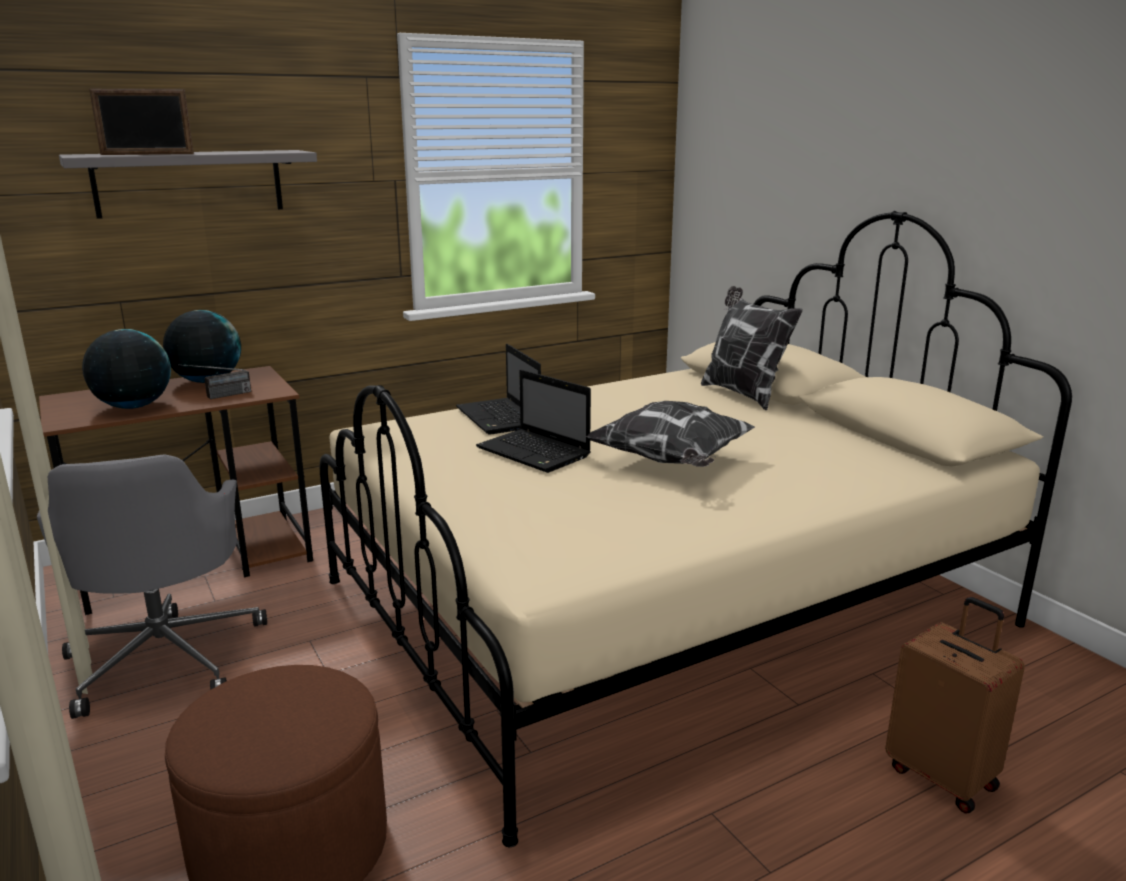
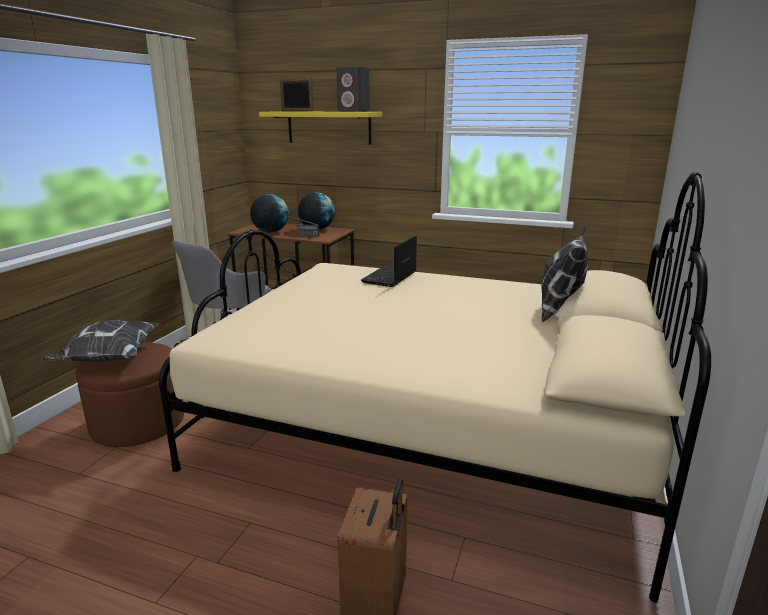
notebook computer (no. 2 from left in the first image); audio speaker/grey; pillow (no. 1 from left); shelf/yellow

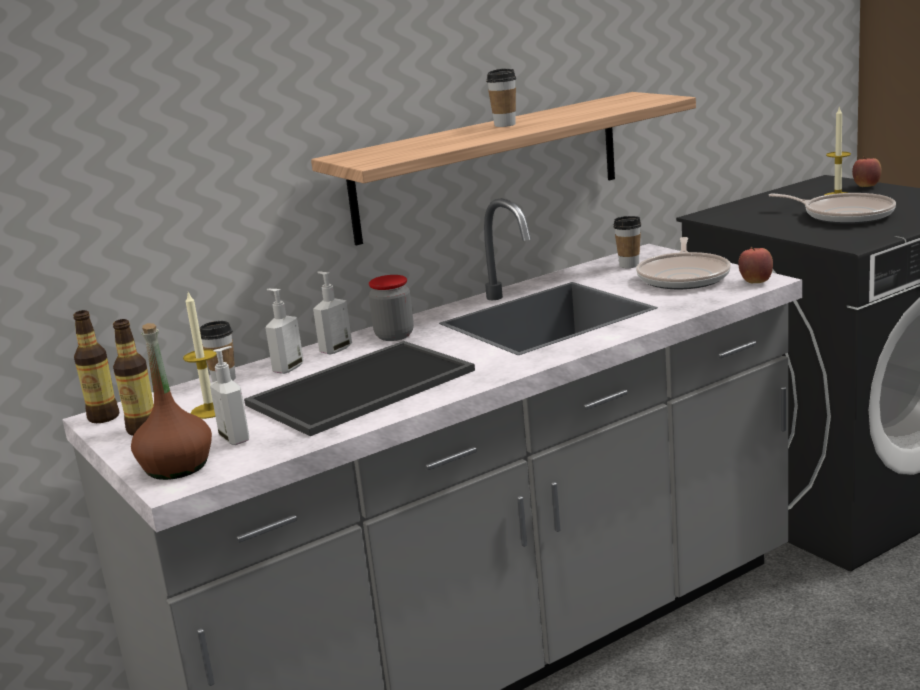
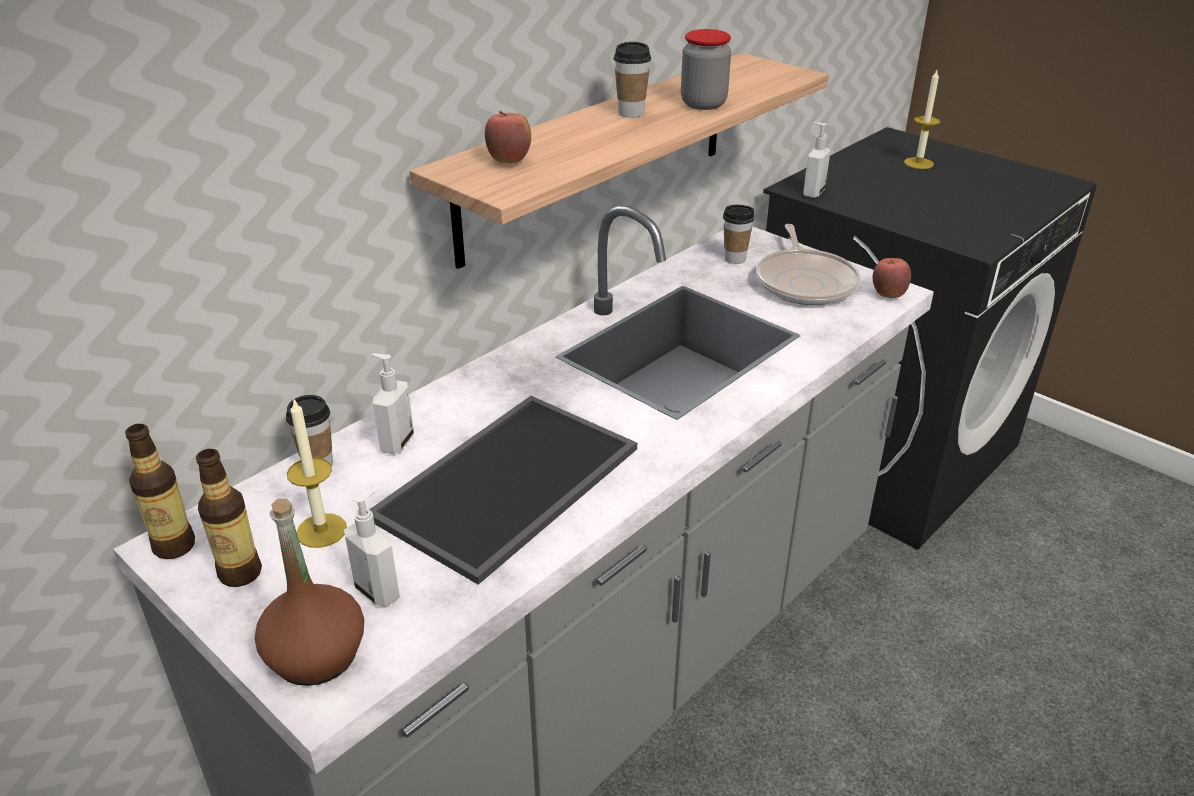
frying pan (no. 2 from left in the first image); liquid soap bottle (no. 3 from left); preserve jar; whole apple (no. 1 from left)

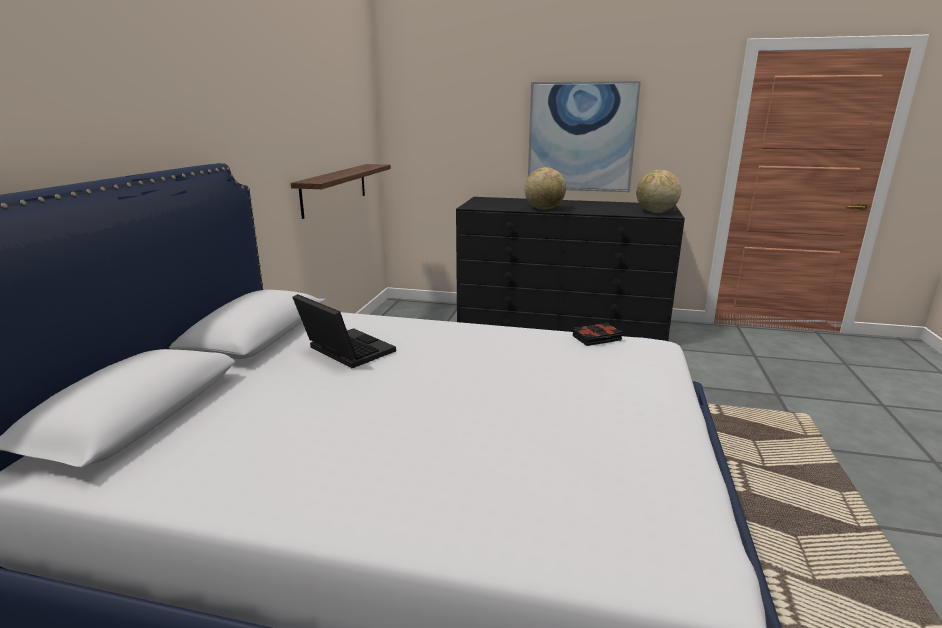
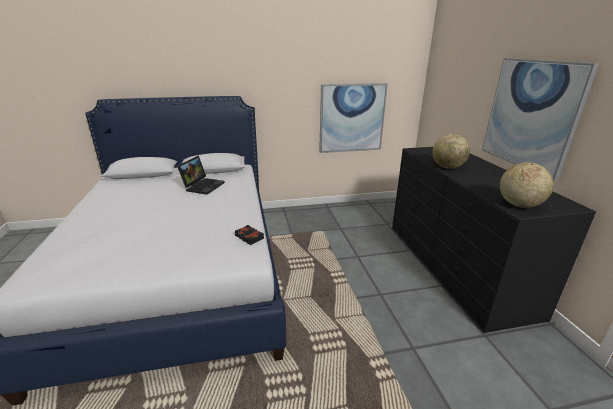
wall art (no. 1 from left)

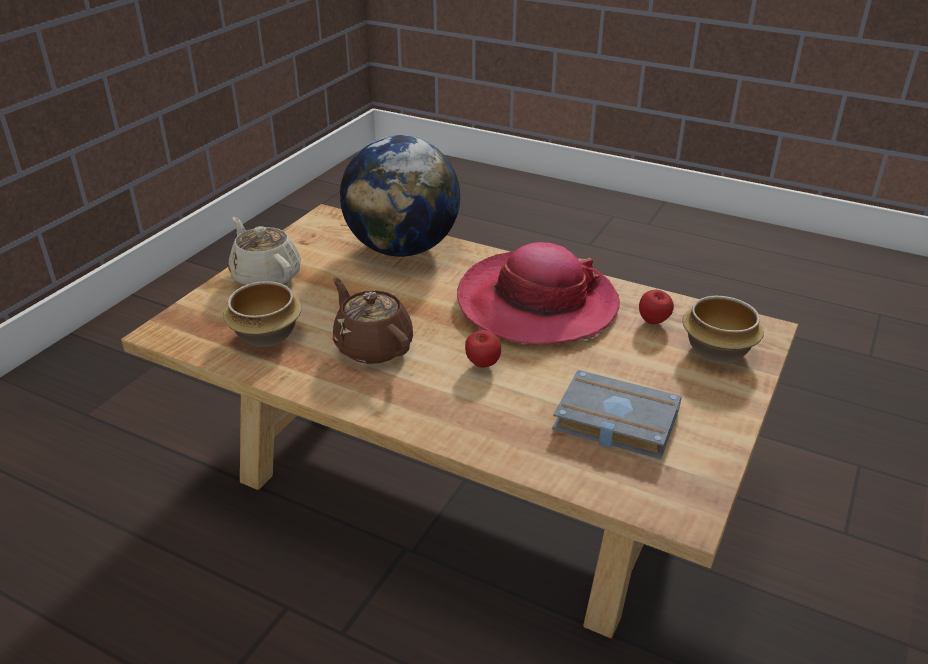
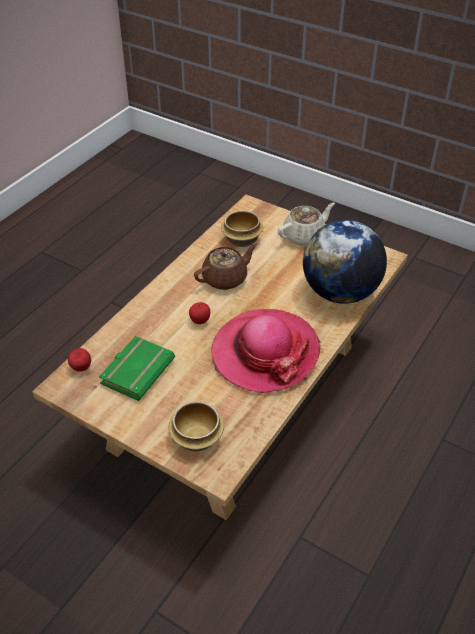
whole apple (no. 1 from left); volume/greenish

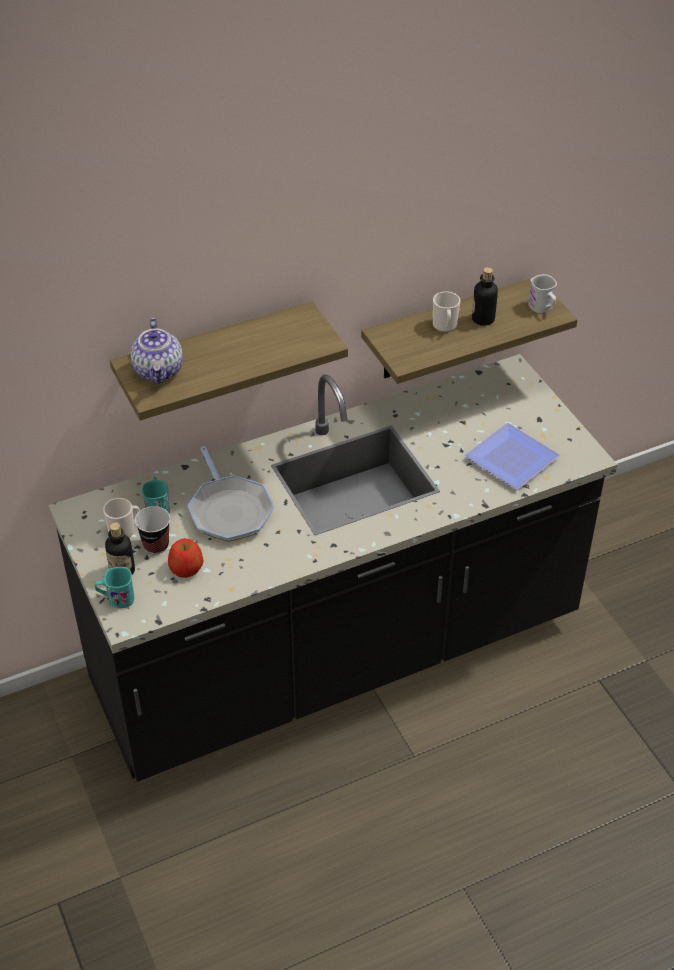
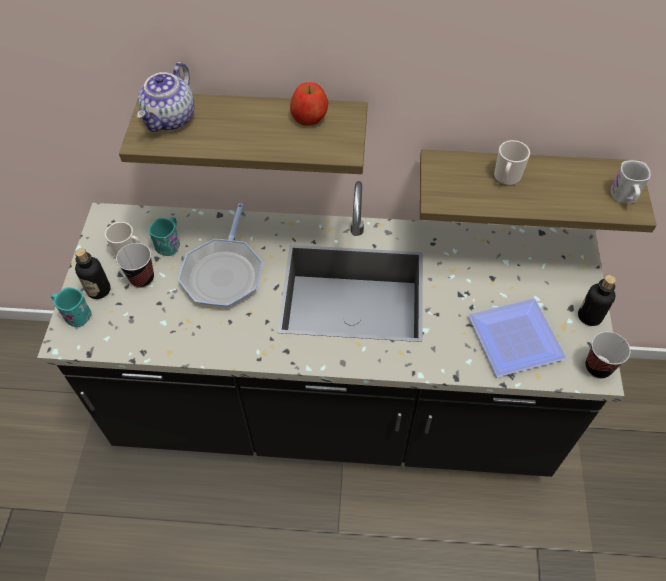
small cup (no. 2 from left); whole apple; bottle (no. 2 from left)

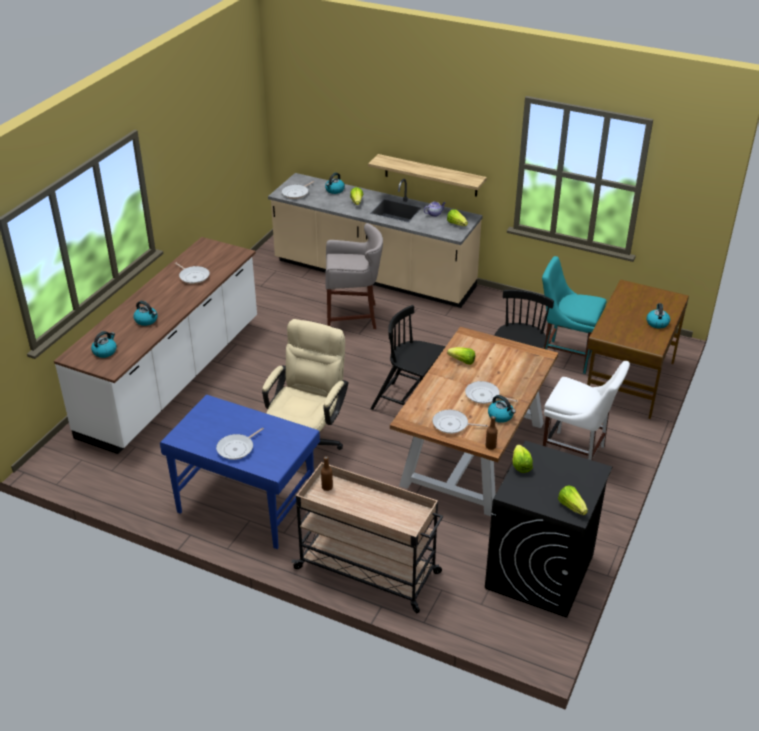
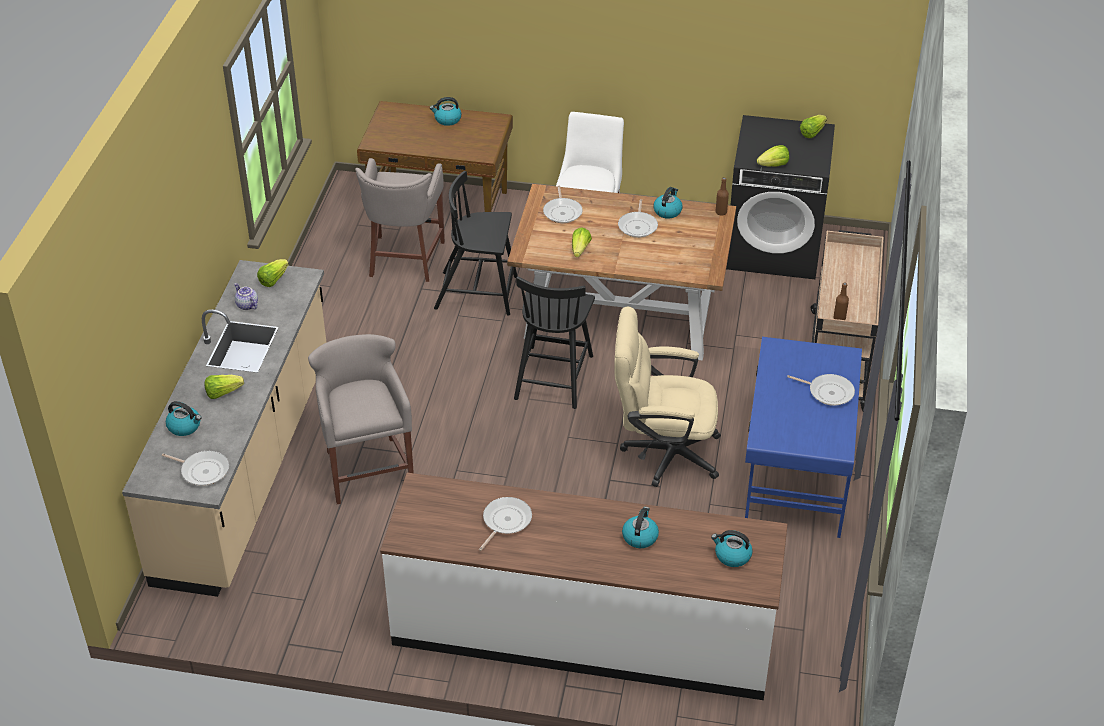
shelf; frying pan (no. 3 from left); stool seat/grey (no. 2 from left)

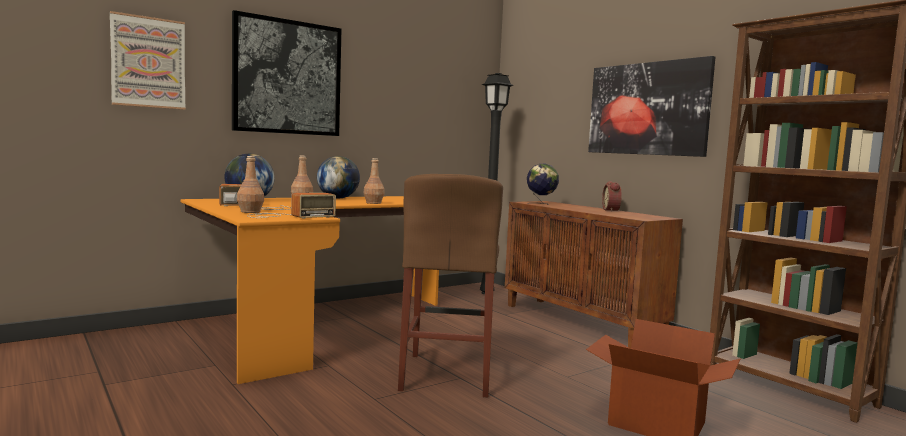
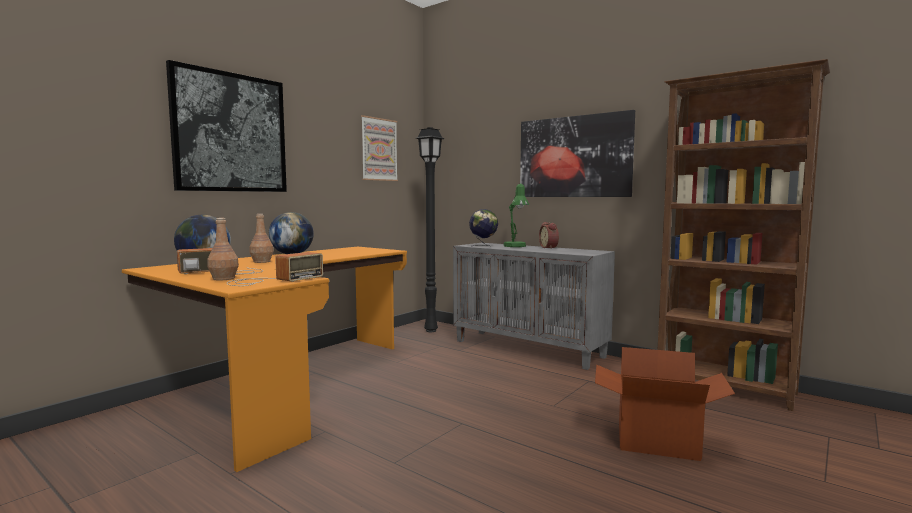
bottle/brownish (no. 3 from left in the first image); stool seat/brownish; lamp for a table/greenish; wall art (no. 2 from left); cabinet/grey

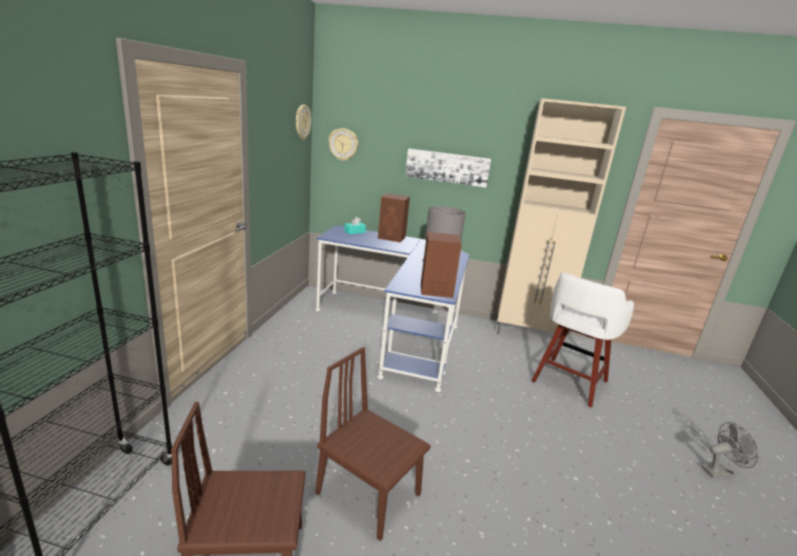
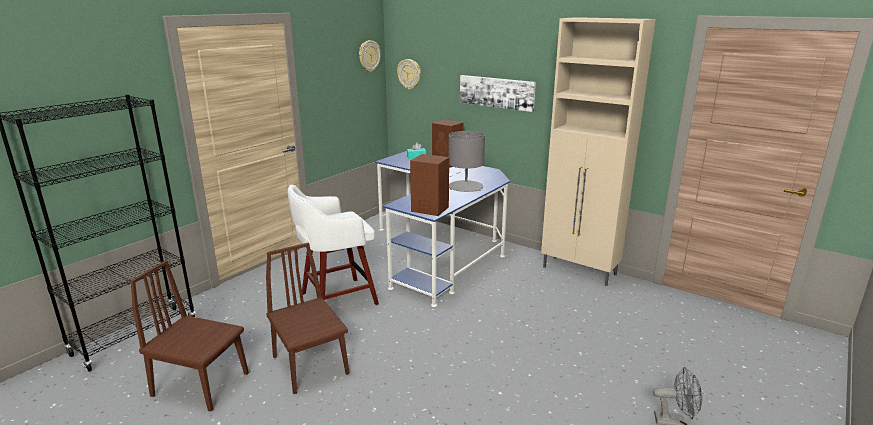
stool seat/white-coloured

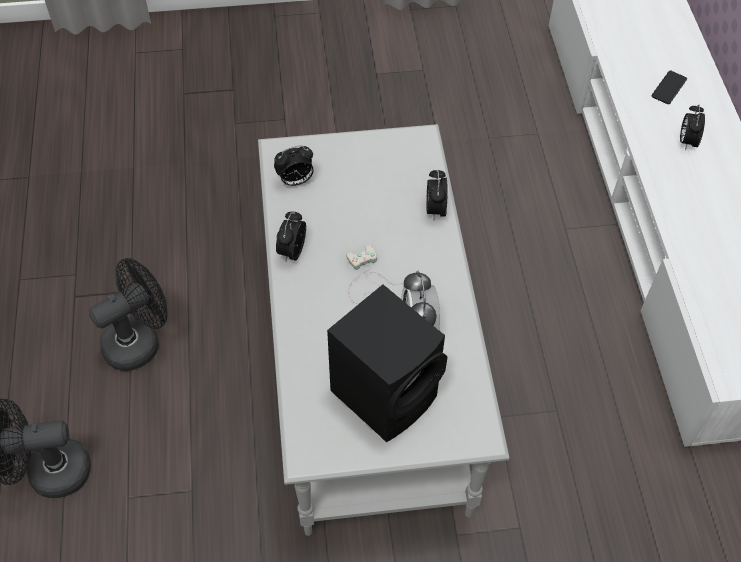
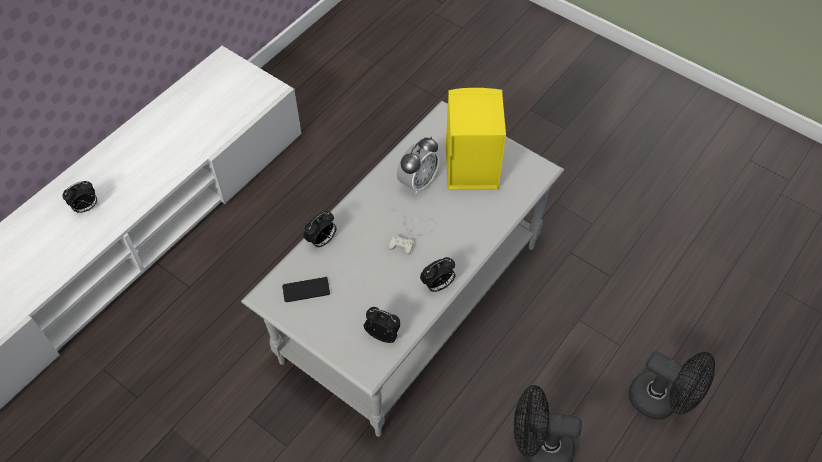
phone; audio speaker/yellow

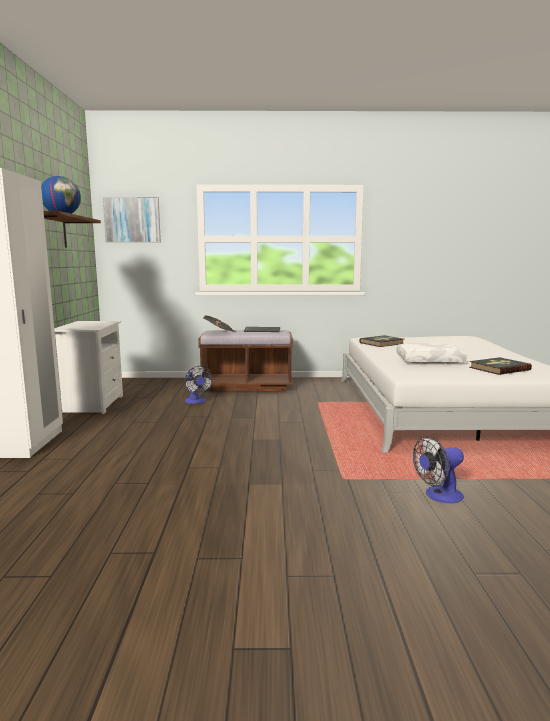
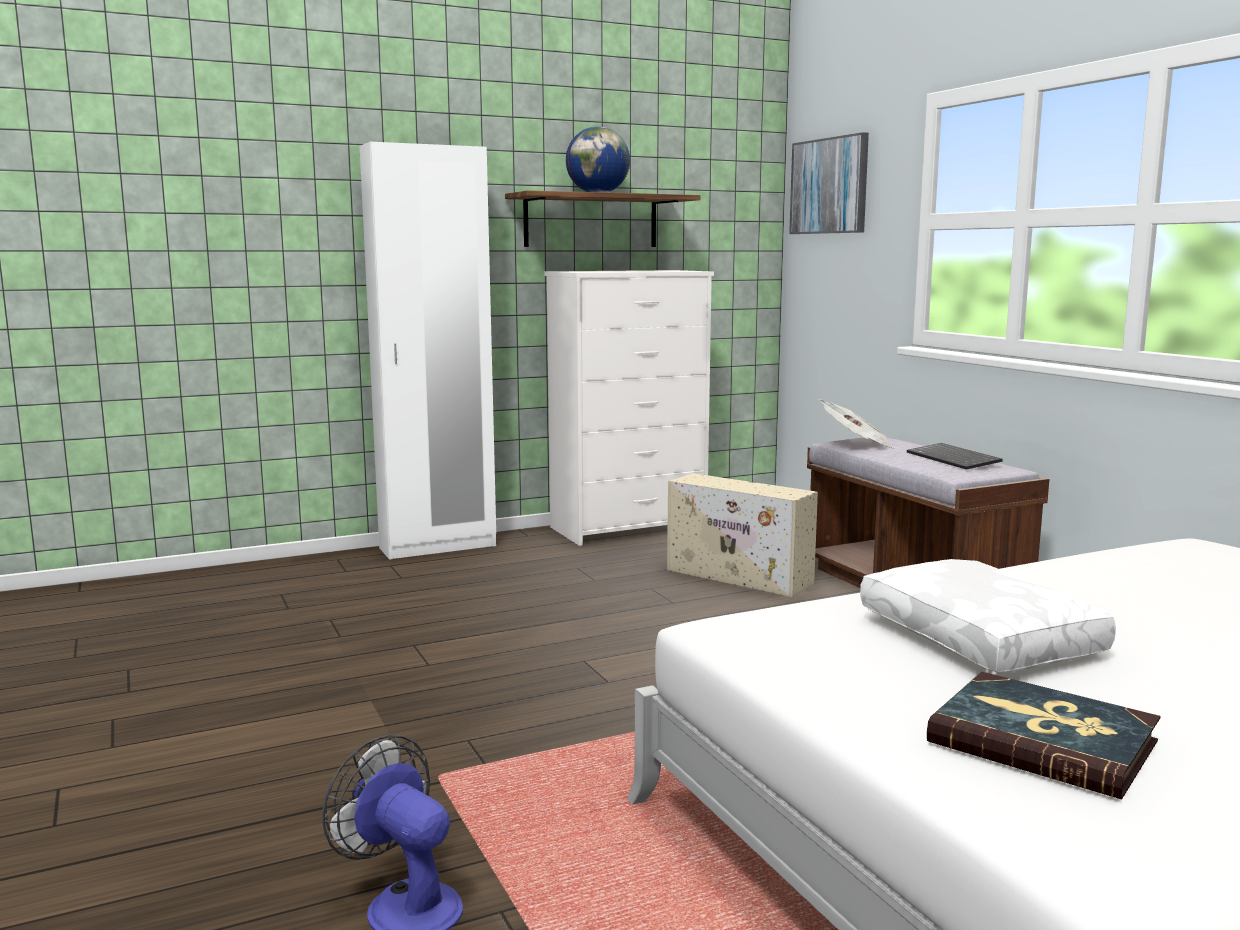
volume (no. 1 from left in the first image); drawer chest/white-coloured; storage box/beige

